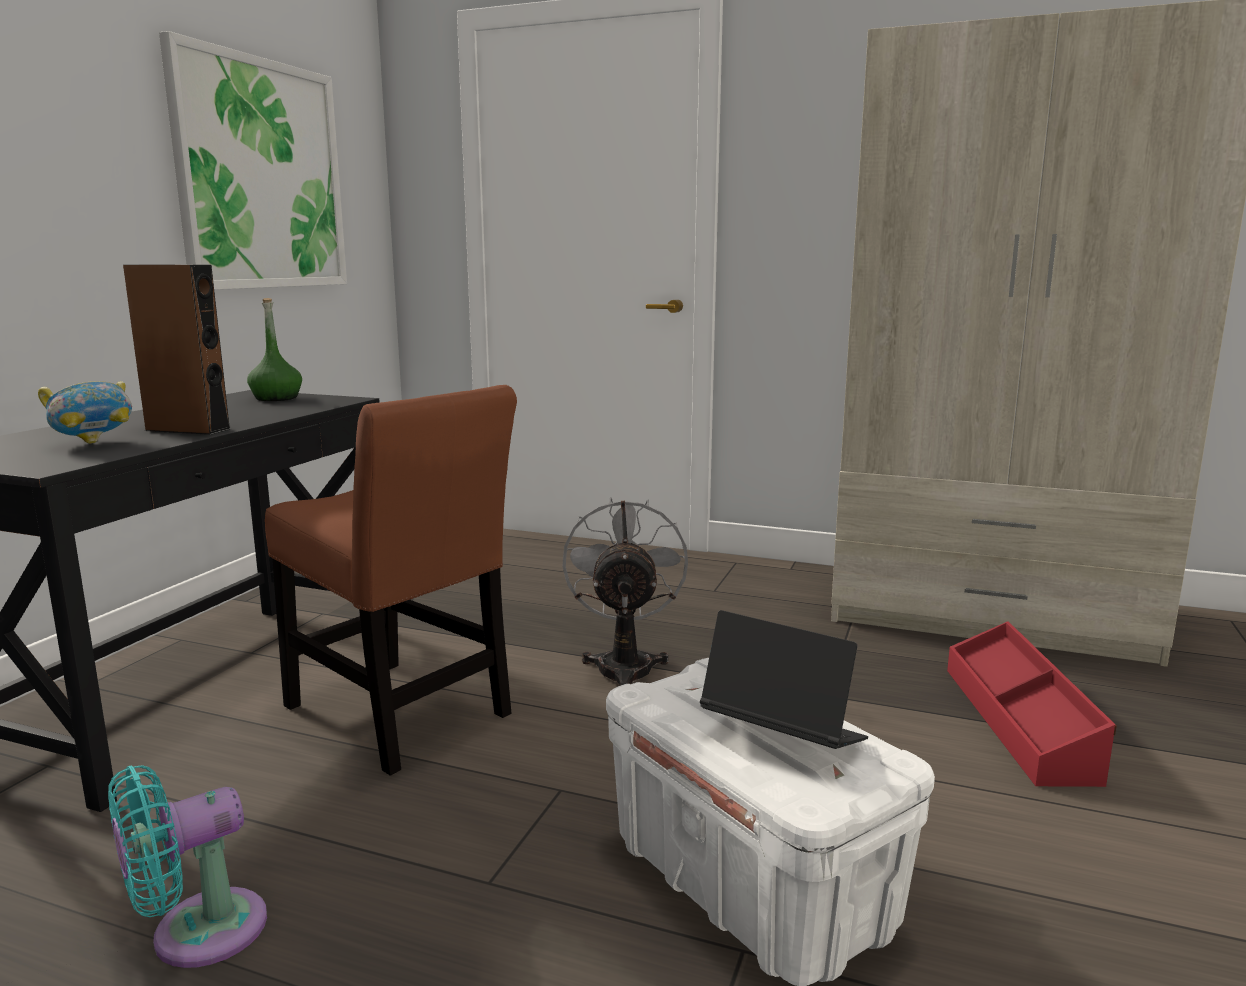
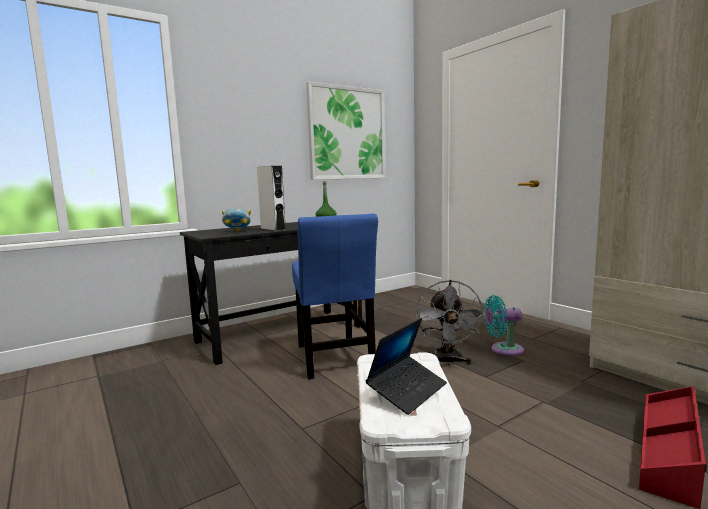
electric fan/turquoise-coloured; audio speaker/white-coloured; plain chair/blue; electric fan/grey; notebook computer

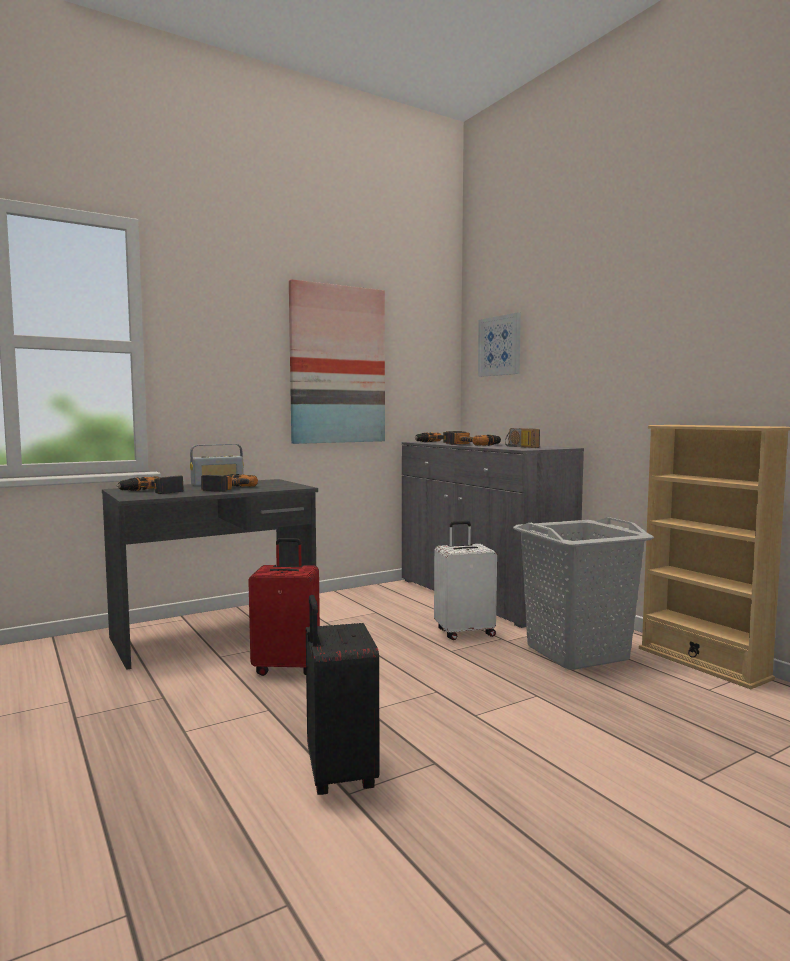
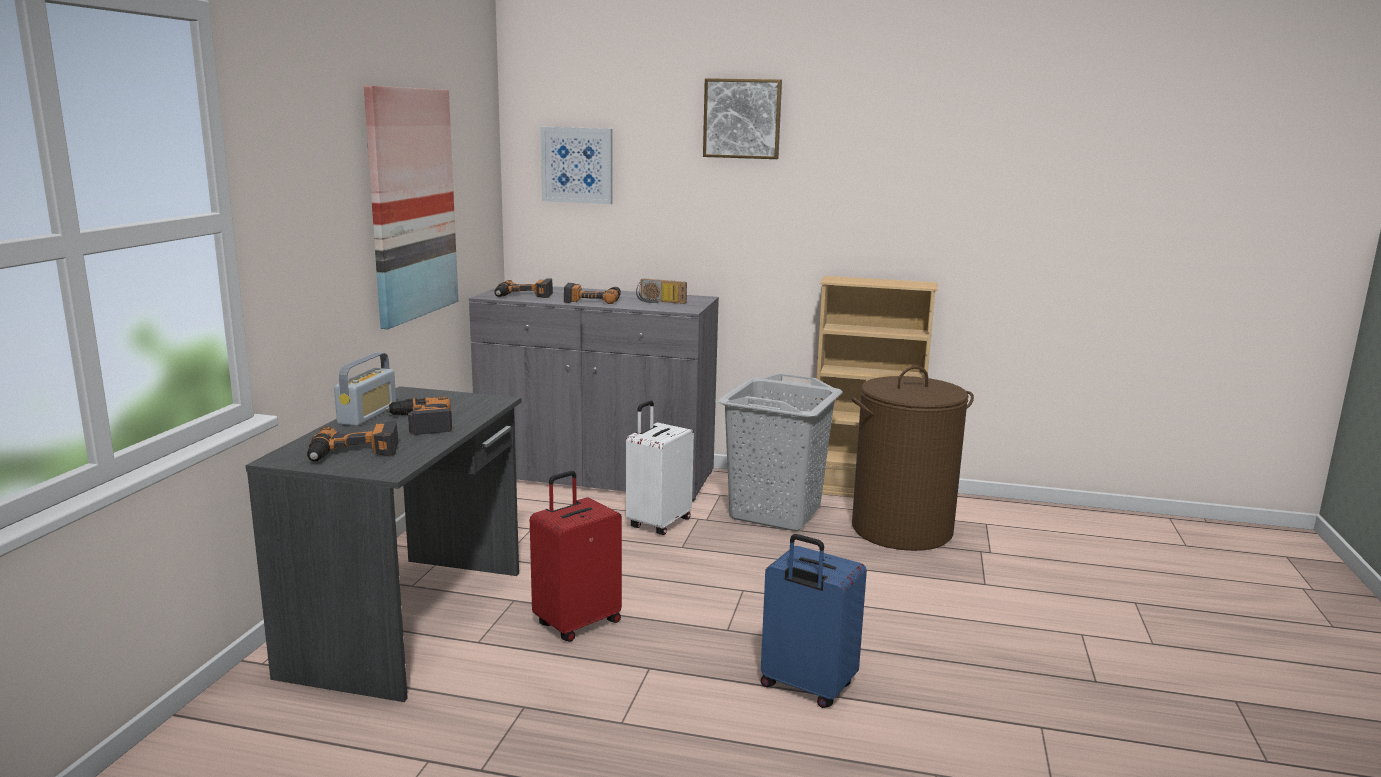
wall art (no. 3 from left); laundry basket/brownish; piece of luggage/blue

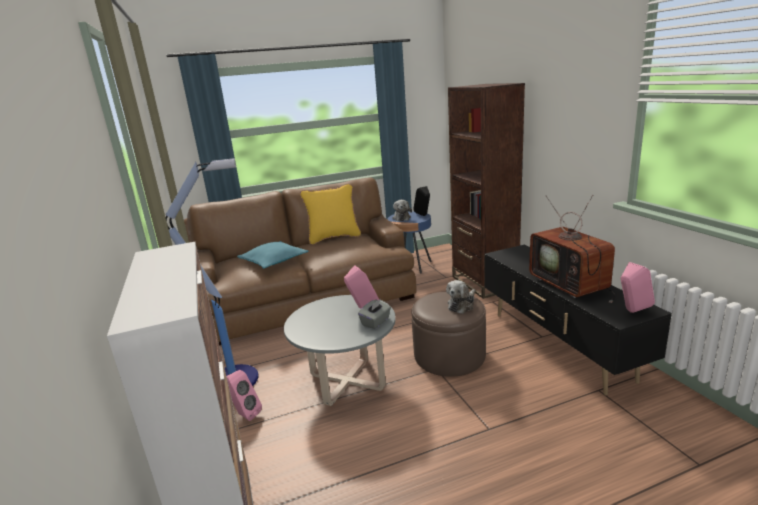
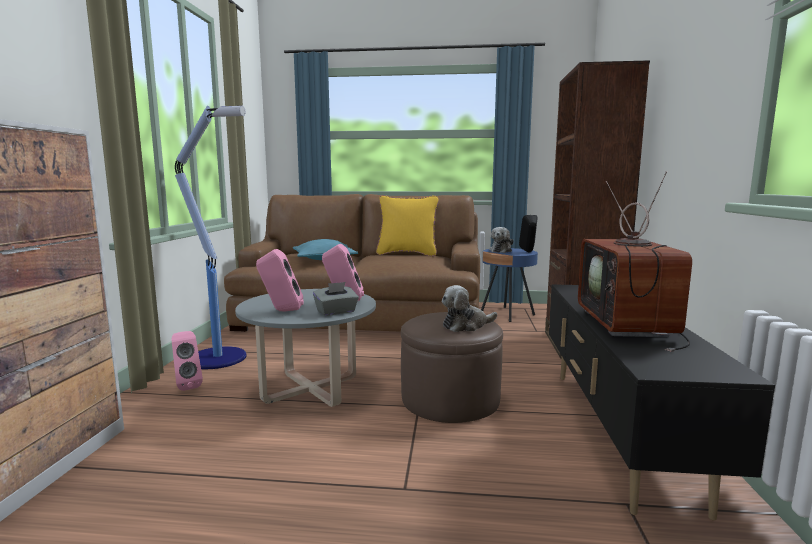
audio speaker/pink-coloured (no. 2 from left)

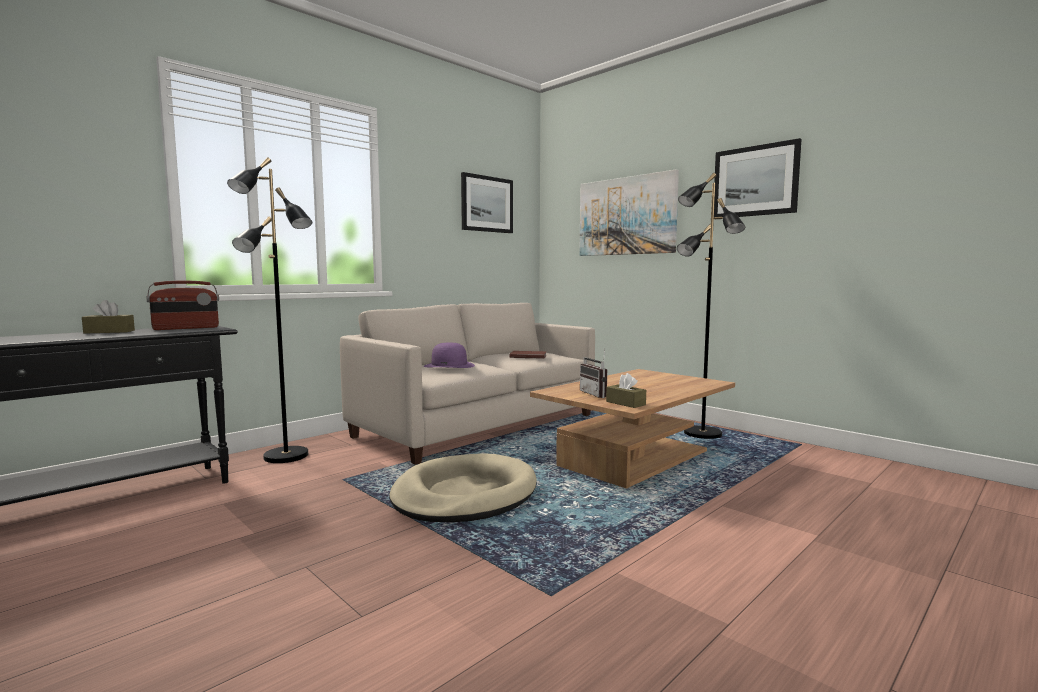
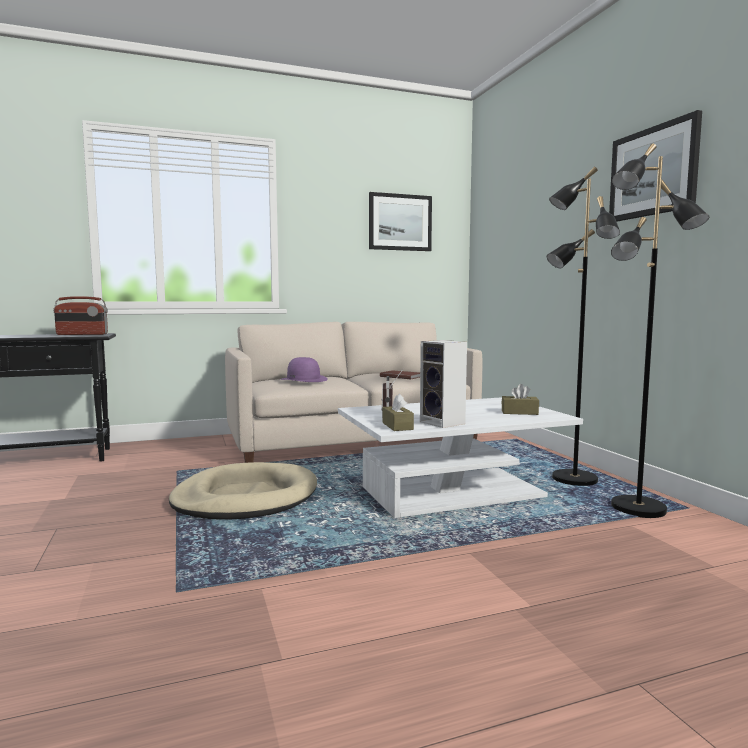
wall art (no. 2 from left in the first image); audio speaker; tissue holder/brownish (no. 2 from left); standard lamp/black-coloured (no. 2 from left); coffee table/white-coloured

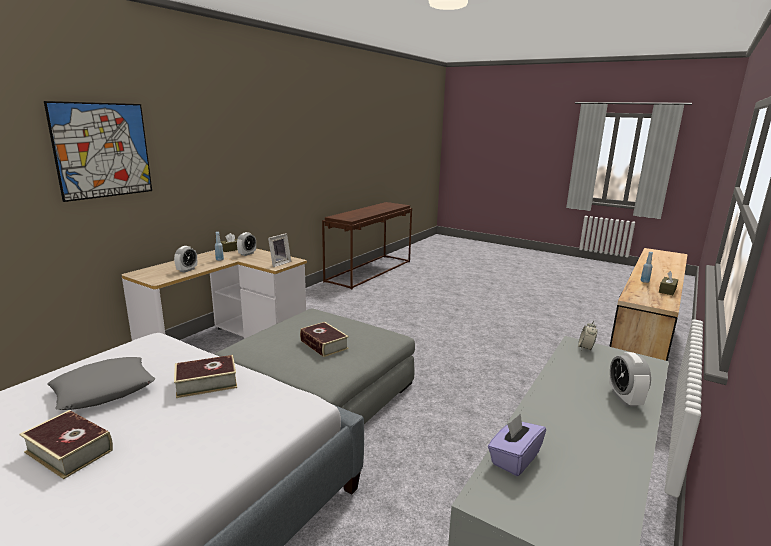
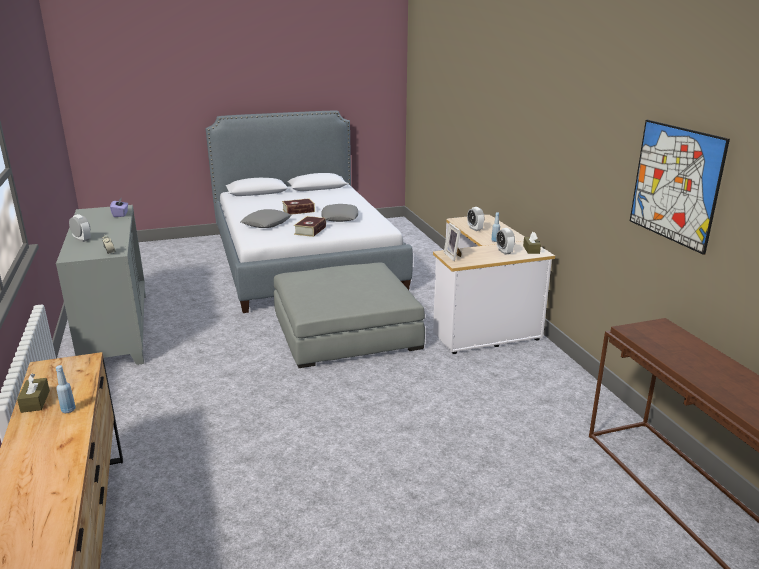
volume (no. 3 from left in the first image); pillow/grey (no. 1 from left); wall art

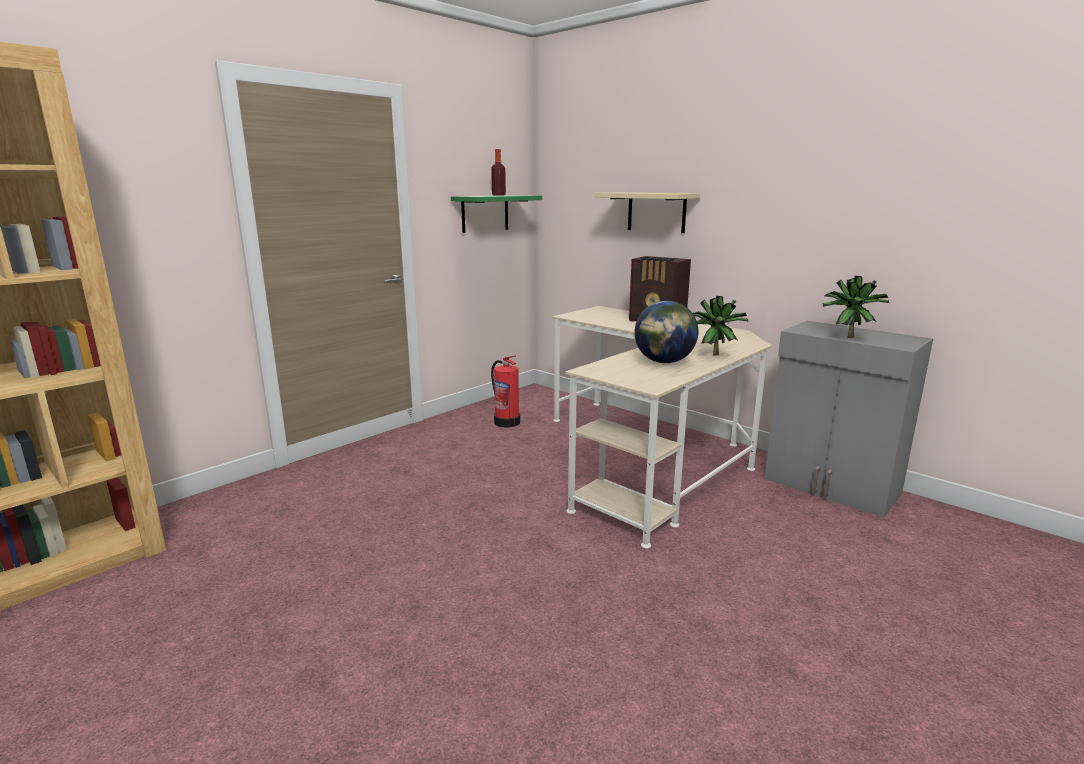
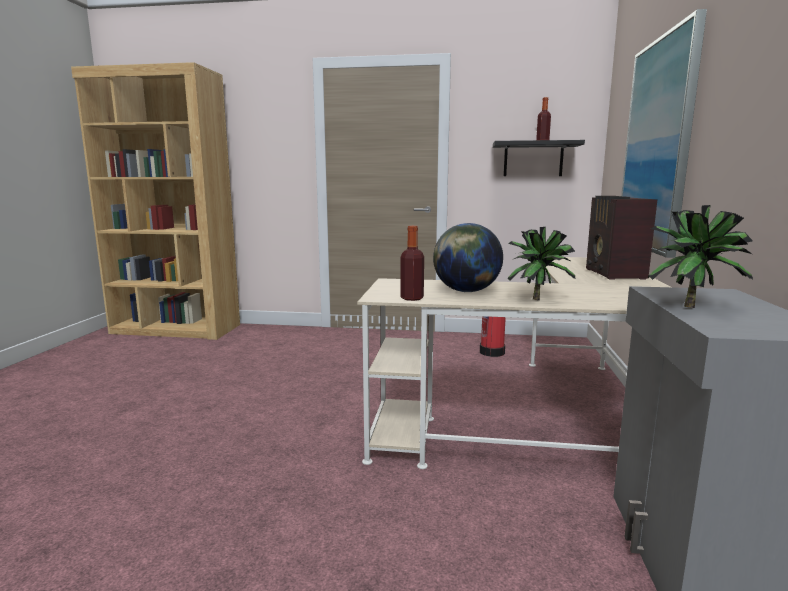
bottle (no. 1 from left); wall art; shelf/black-coloured

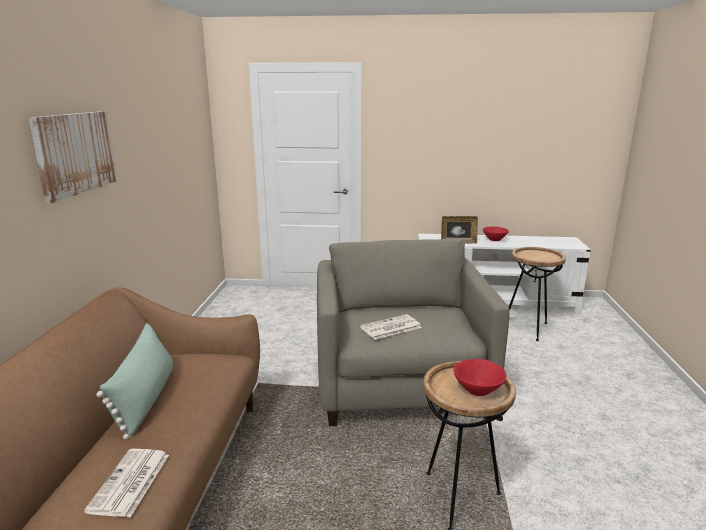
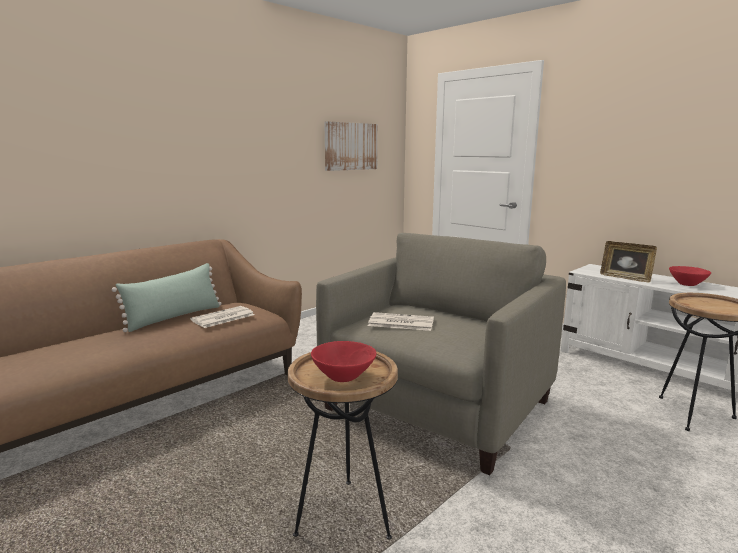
wall art; newspaper (no. 1 from left)

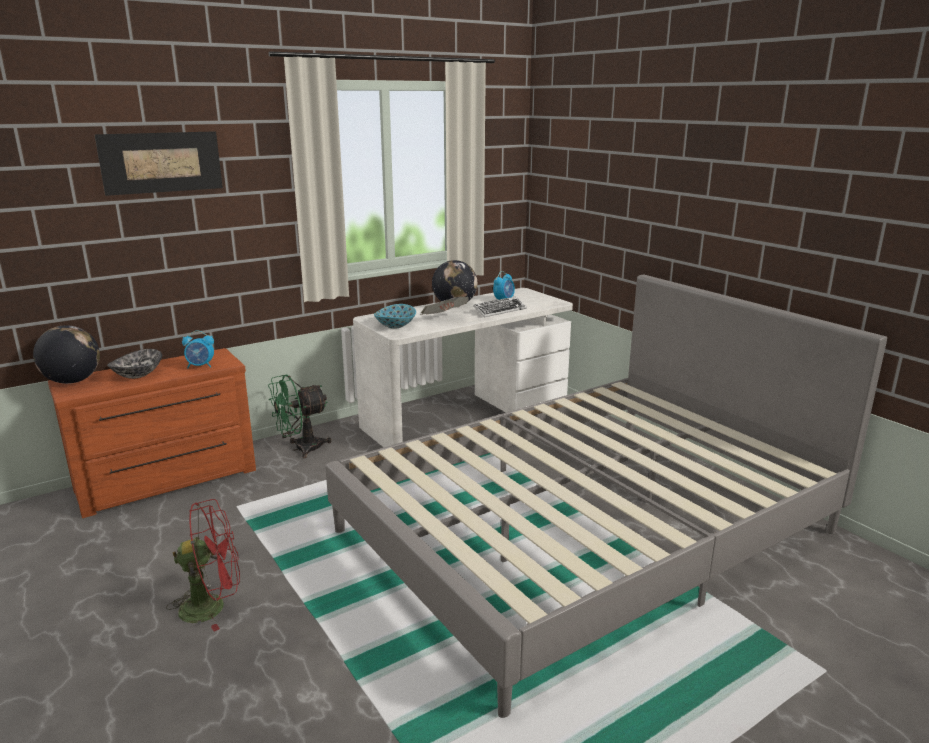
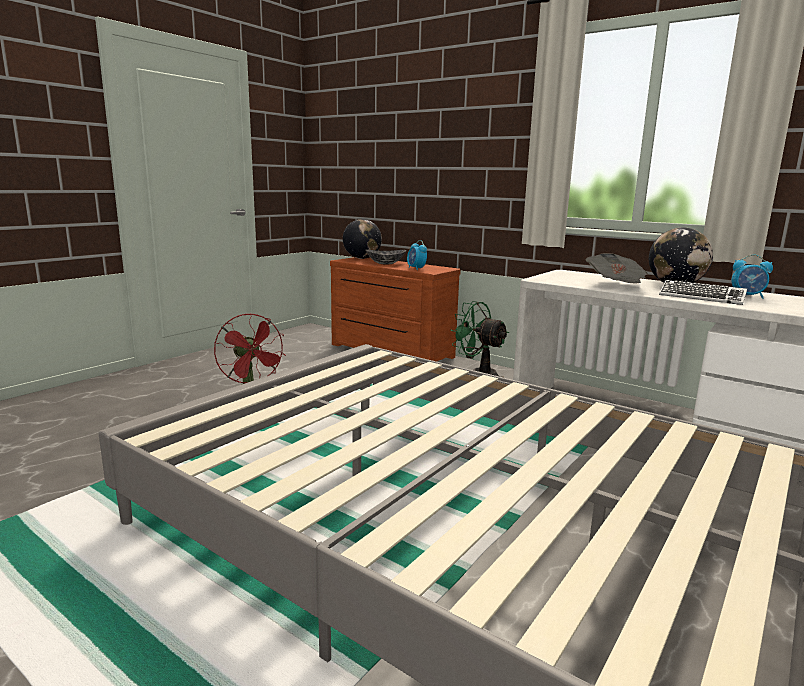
wall art; deep dish (no. 2 from left in the first image)

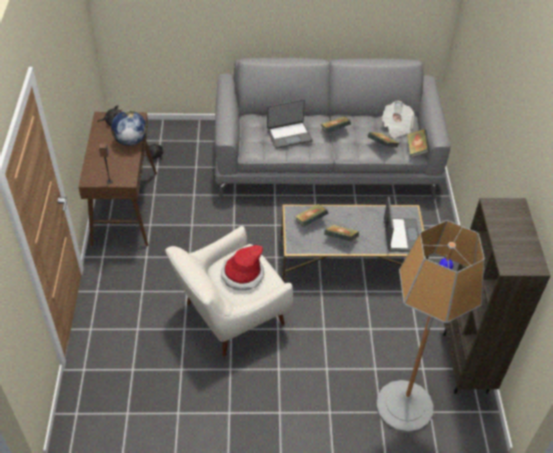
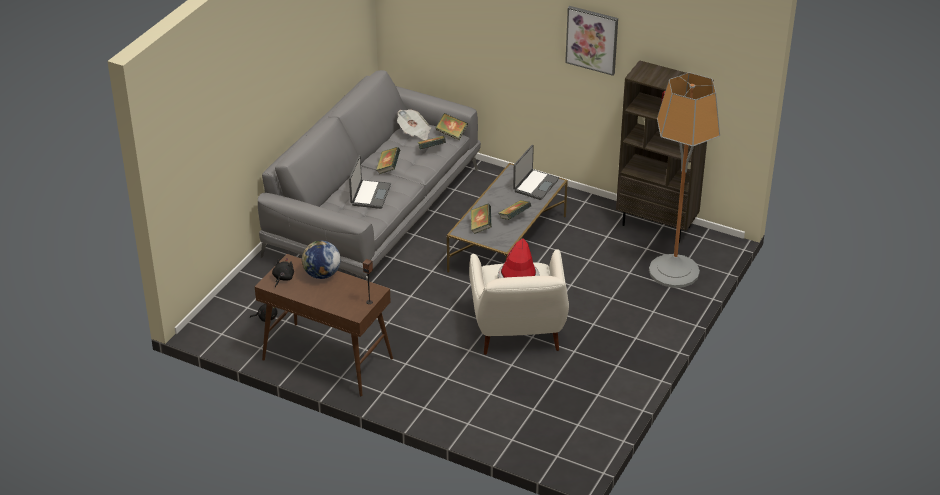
wall art; notebook computer (no. 2 from left)

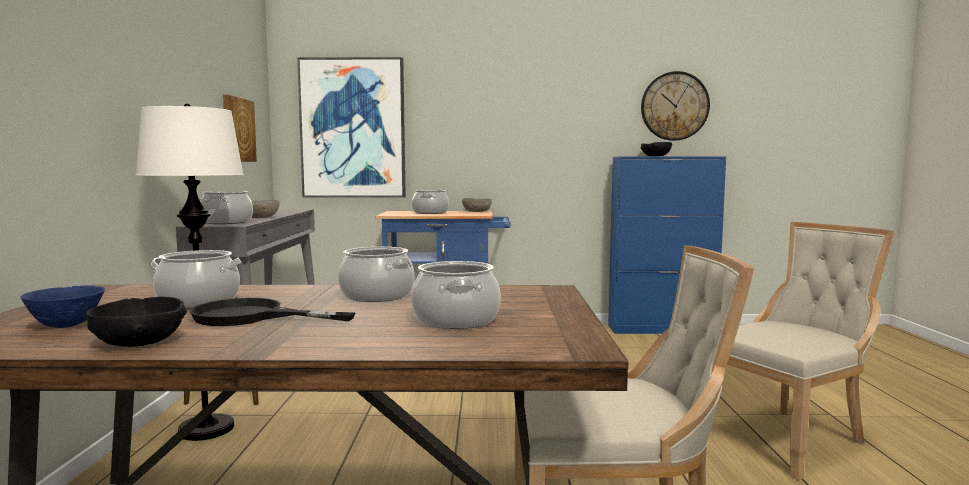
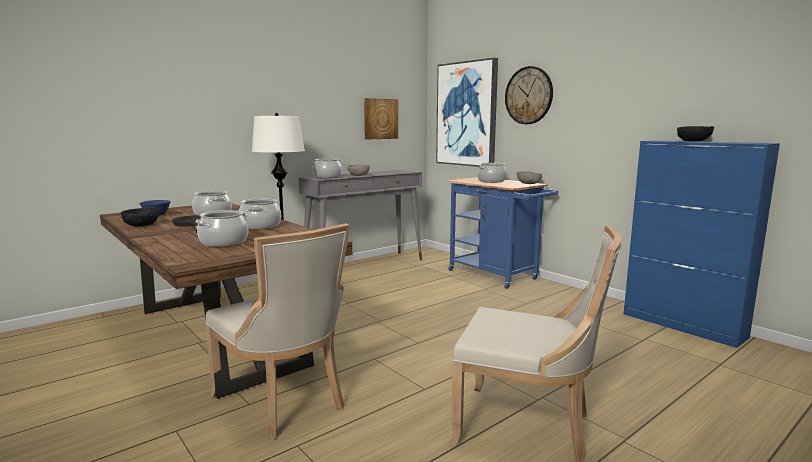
wall clock

